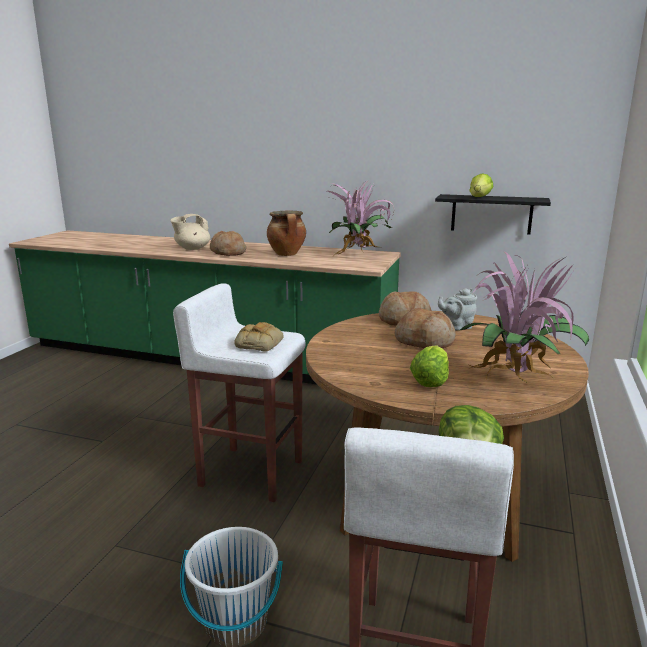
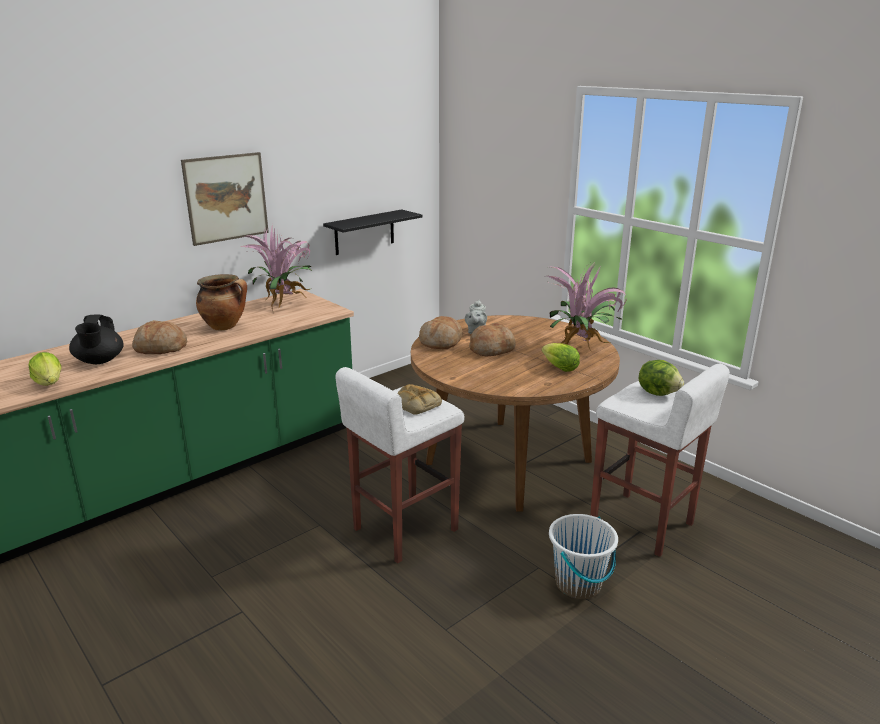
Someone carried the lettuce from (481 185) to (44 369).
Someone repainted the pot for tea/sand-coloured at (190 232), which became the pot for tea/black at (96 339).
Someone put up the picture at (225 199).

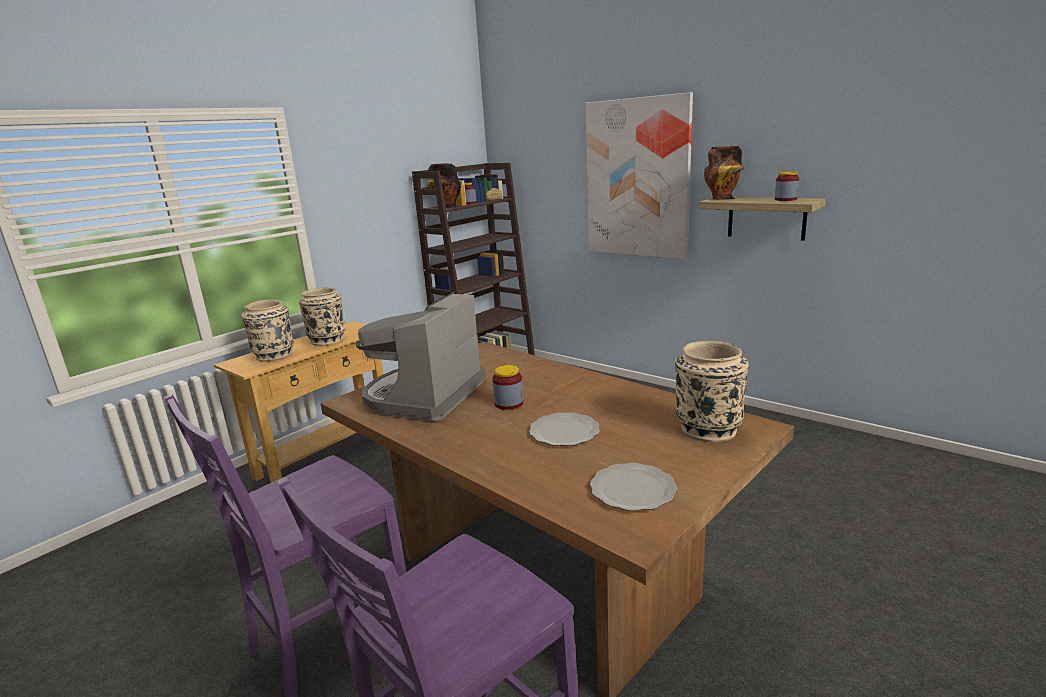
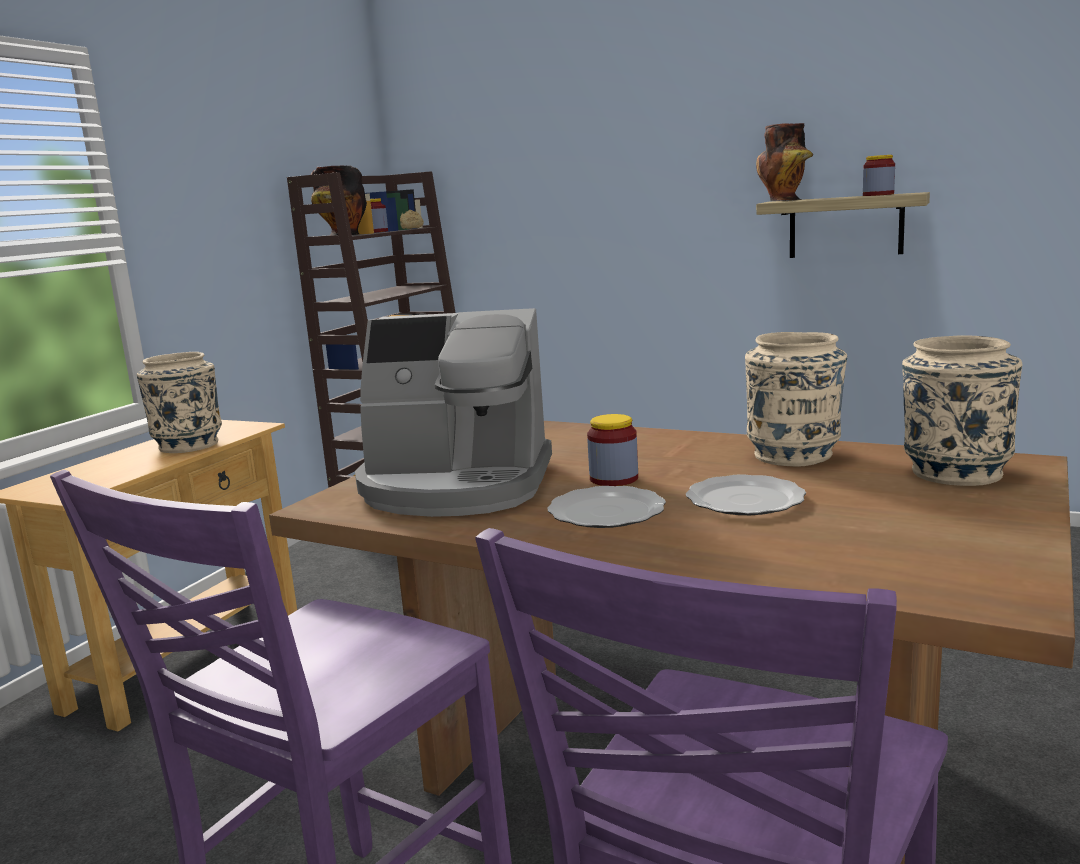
Someone took away the picture at (639 175).
Someone rotated the coffee brewer at (421 357) by 90 degrees counterclockwise.
Someone carried the decorative vase/sand-coloured from (267 331) to (796 399).
Someone carried the dinner plate from (633 487) to (607 507).

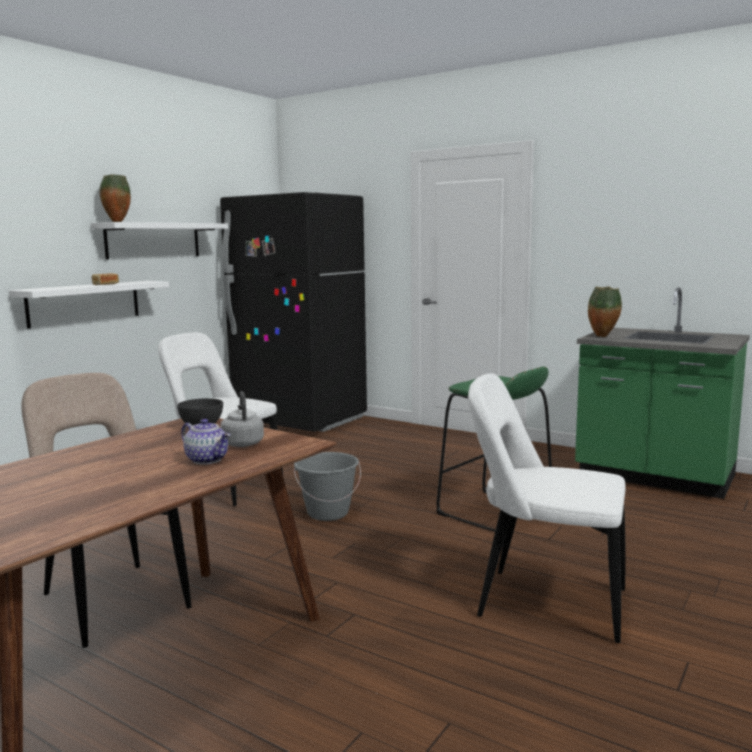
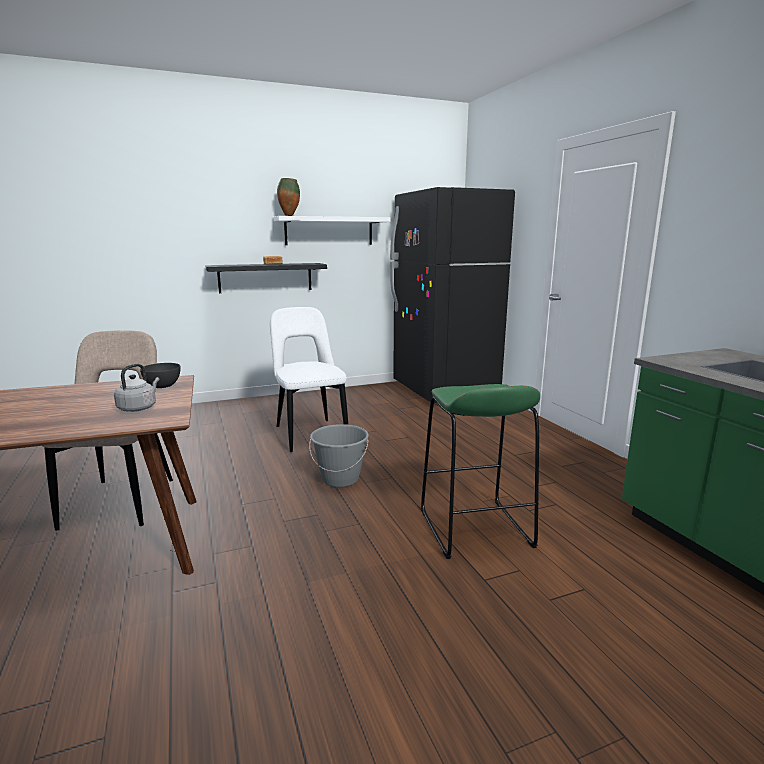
Someone repainted the bracket shelf/white-coloured at (89 305), which became the bracket shelf/black at (266 278).
Someone took away the decorative vase at (605 312).
Someone took away the plain chair/white-coloured at (547 508).
Someone took away the pot for tea at (206 441).

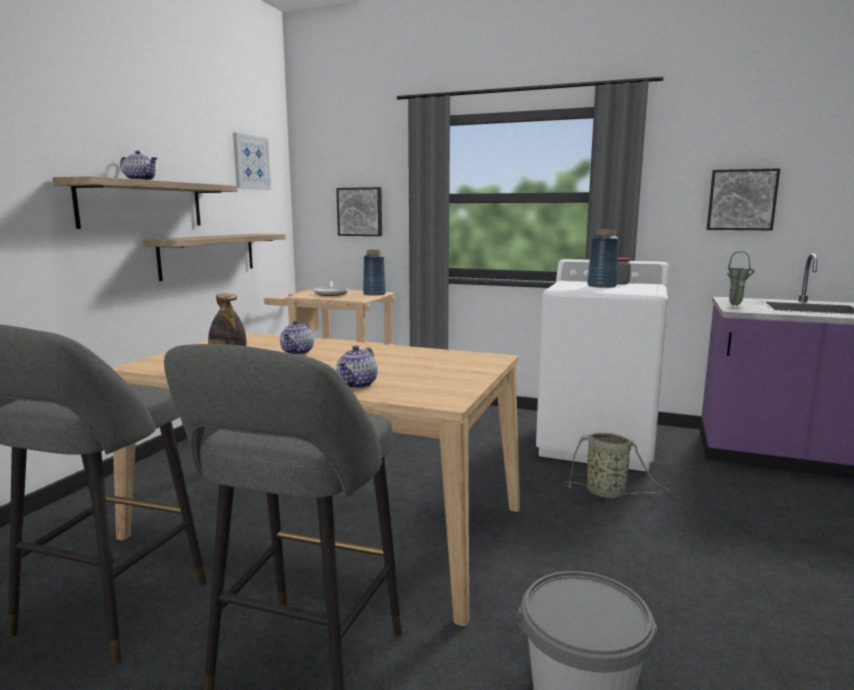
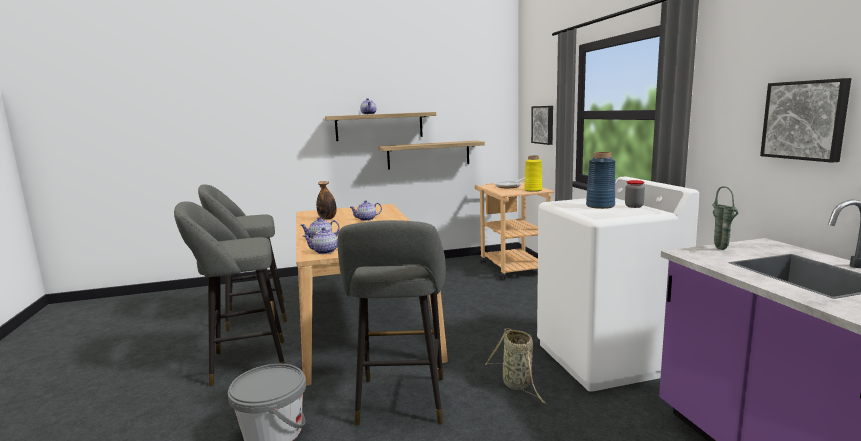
Someone took away the picture at (252 161).
Someone repainted the decorative vase/bluish at (374 272), which became the decorative vase/yellow-coloured at (533 173).
Someone put down the sitting stool/gray at (392 323).
Someone put down the pot for tea at (321 240).

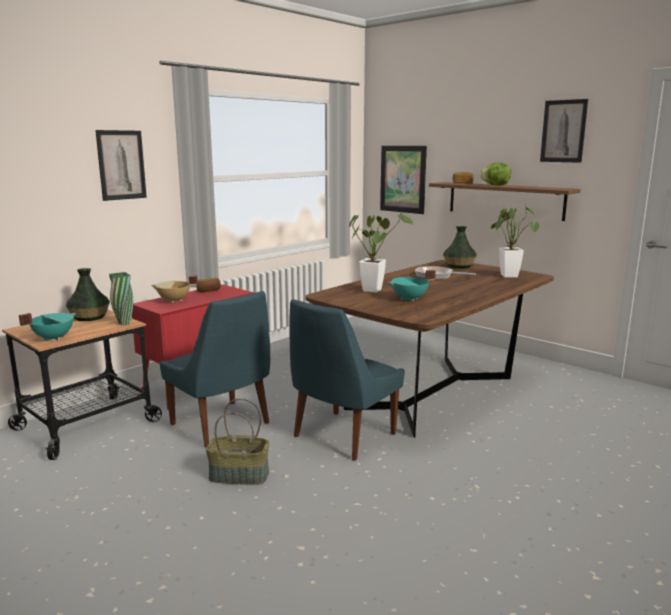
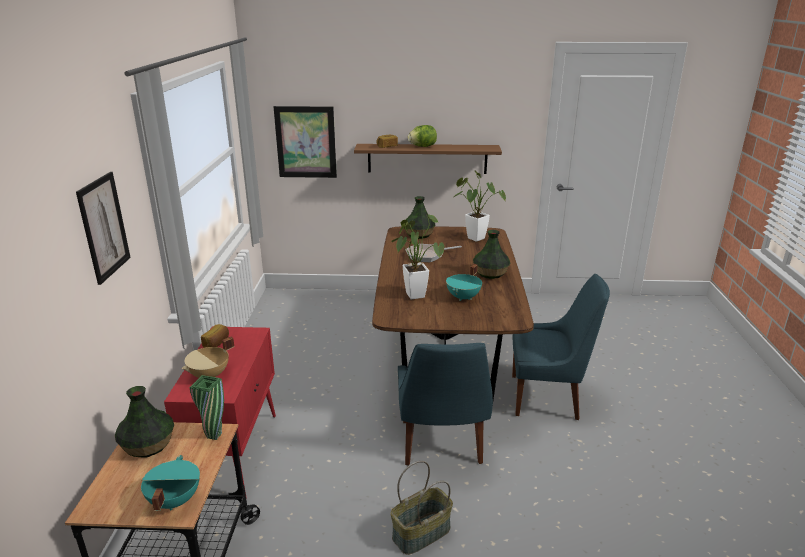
Someone took away the picture at (564 131).
Someone carried the plain chair/bluish from (214 369) to (561 347).
Someone put down the decorative vase at (491 254).

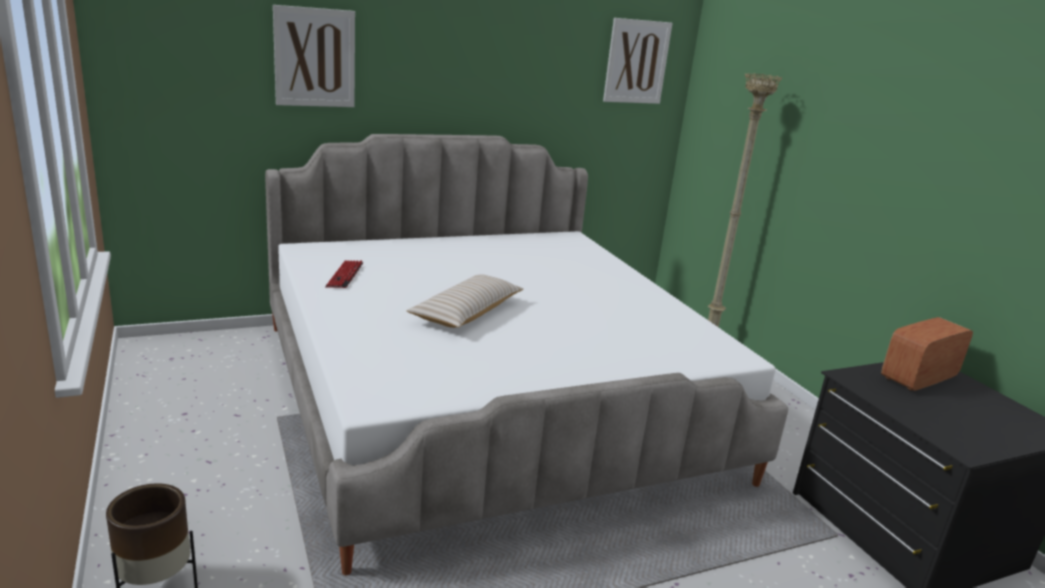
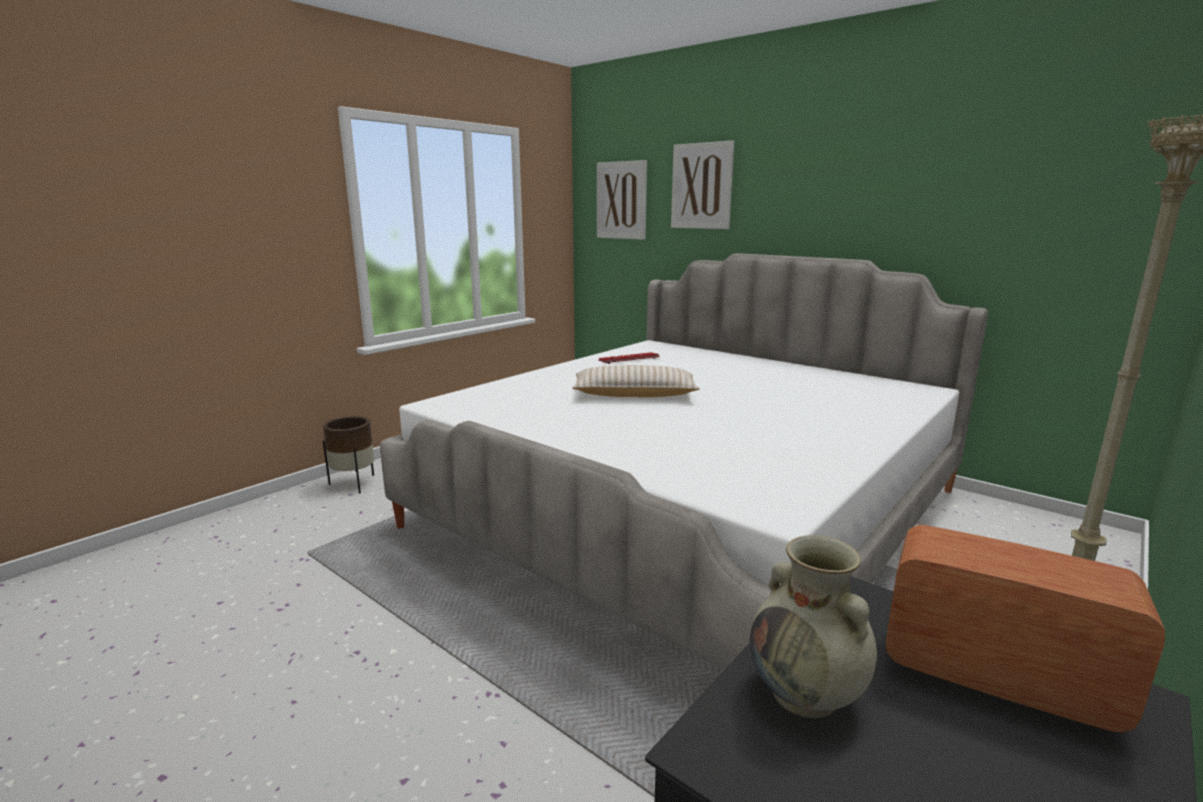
Someone carried the picture from (637 61) to (622 200).
Someone put down the decorative vase/sand-coloured at (813 626).

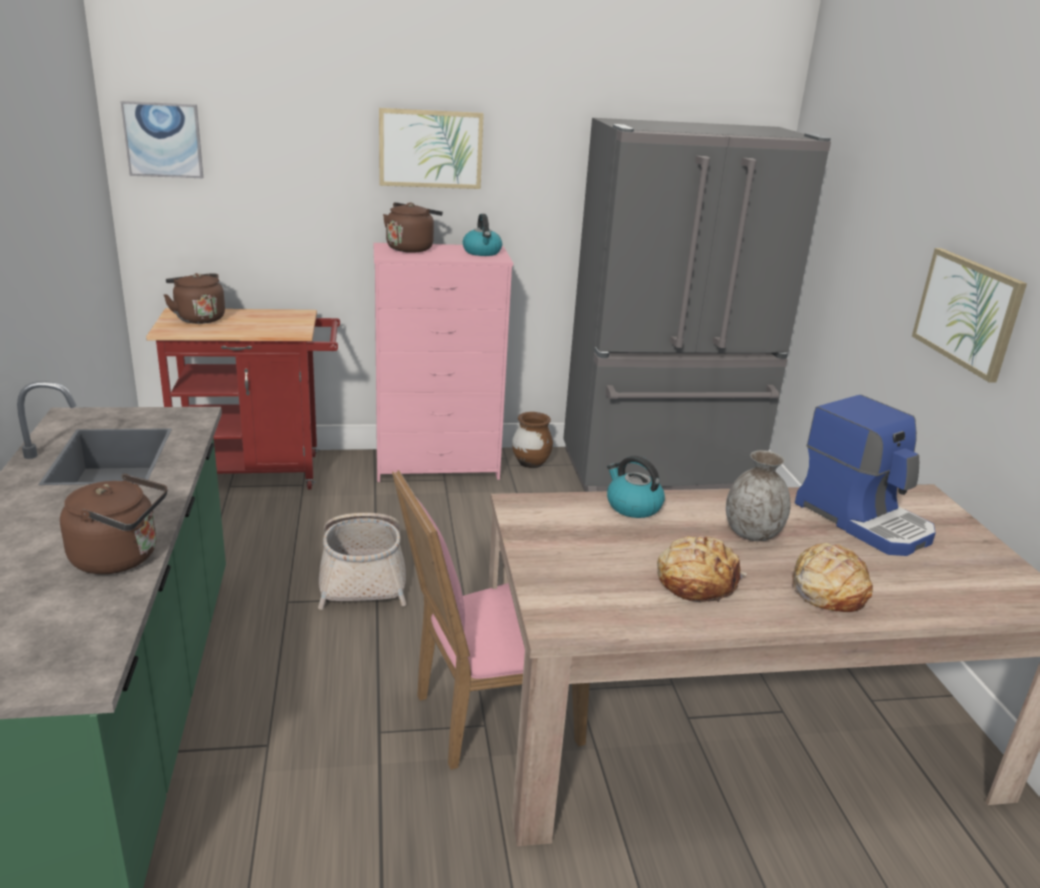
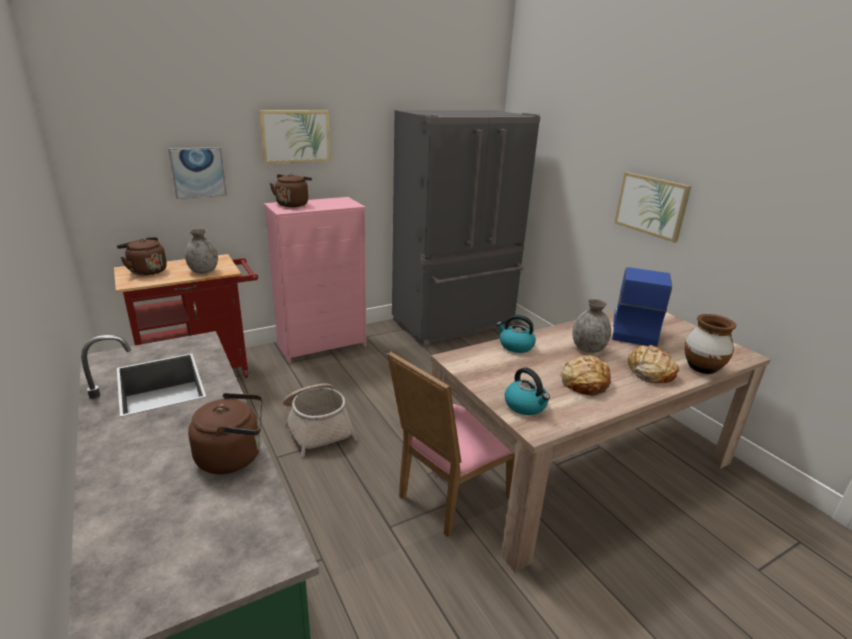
Someone carried the picture from (162 139) to (197 173).
Someone carried the kettle from (482 235) to (527 391).
Someone rotated the coffee brewer at (865 475) by 105 degrees counterclockwise.
Someone carried the decorative vase/brown from (532 440) to (710 344).
Someone put down the decorative vase/gray at (201 251).

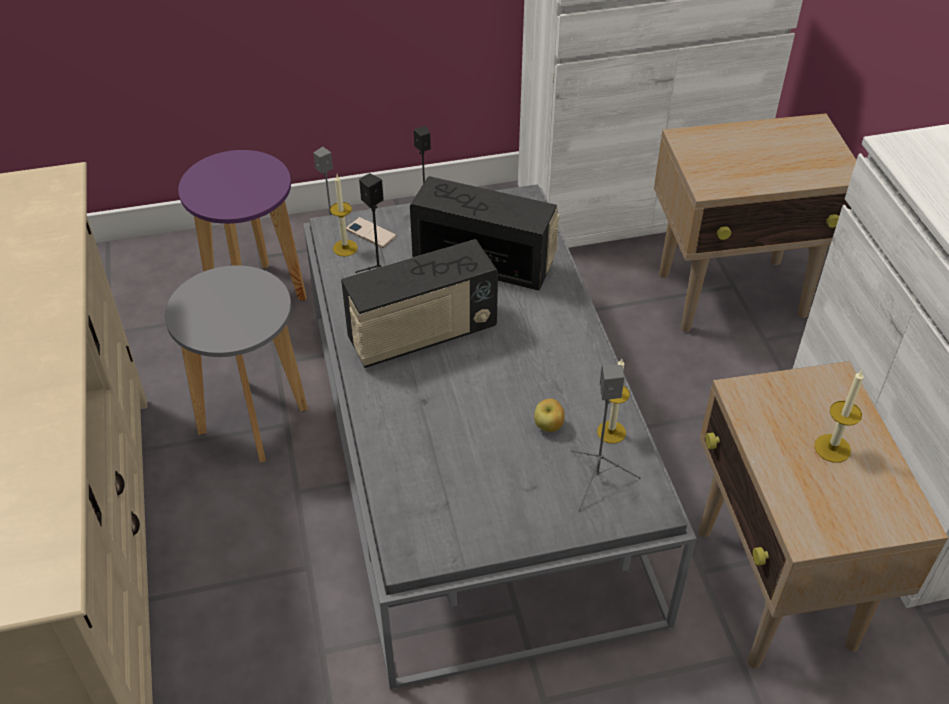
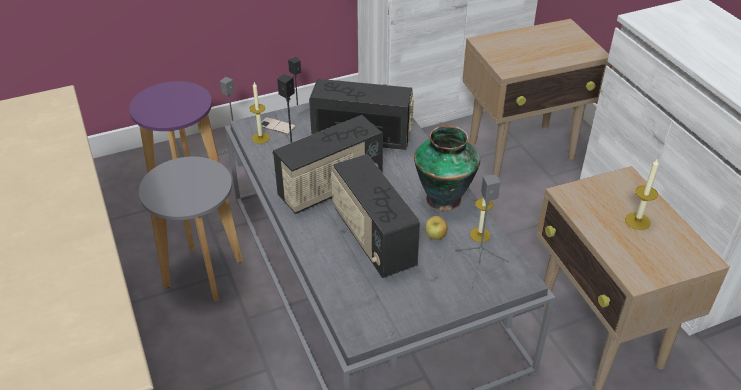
Someone put down the decorative vase at (447 168).
Someone put down the radio set at (375 216).

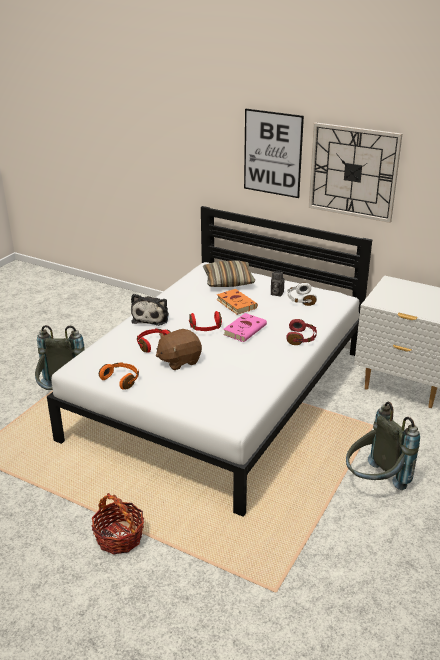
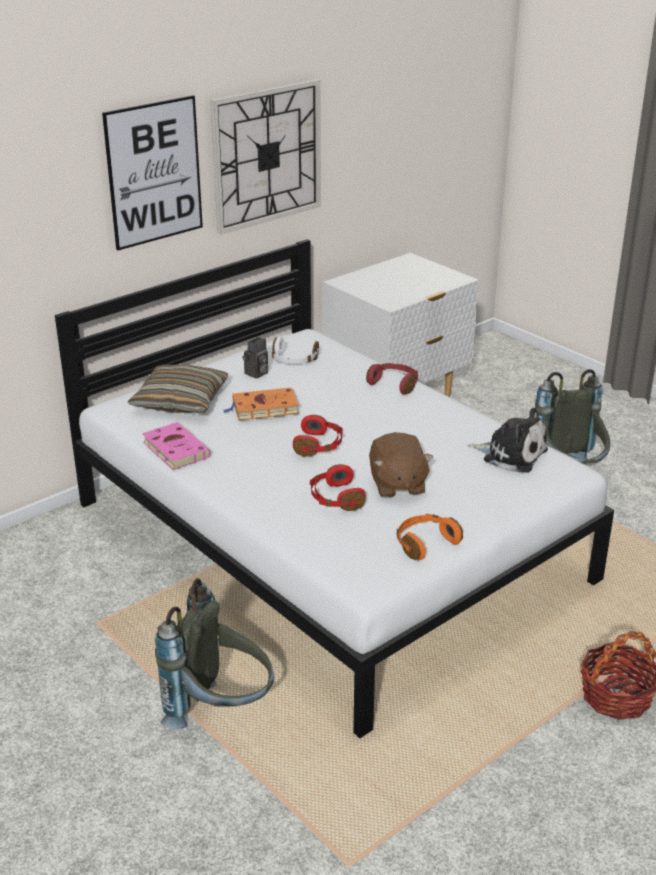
Someone carried the plush toy from (150 310) to (507 440).
Someone carried the bound book/pink-coloured from (245 327) to (176 446).

